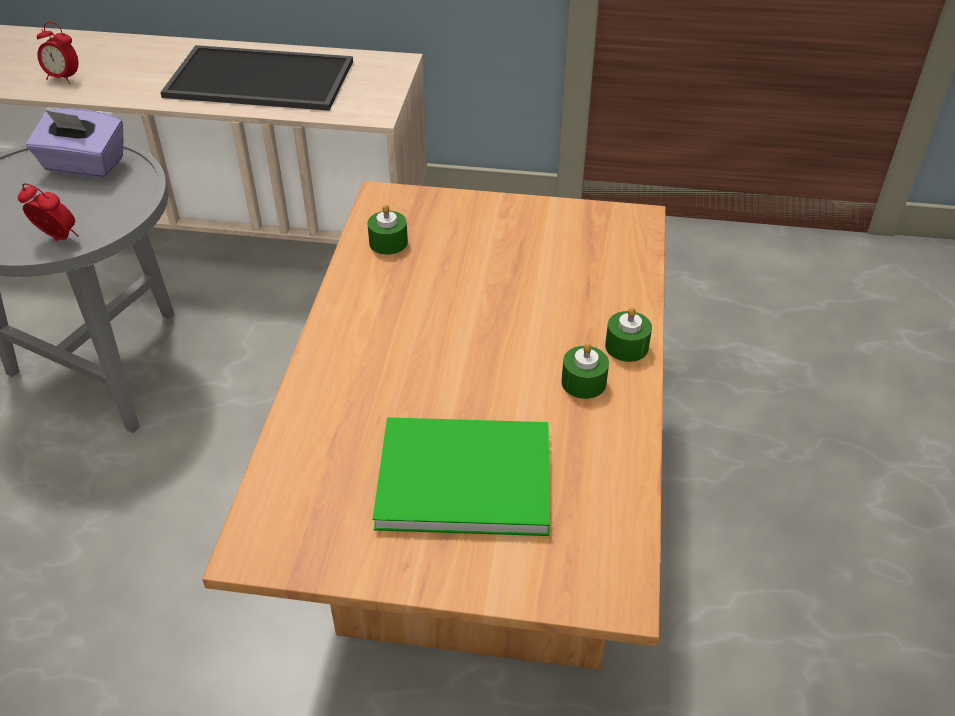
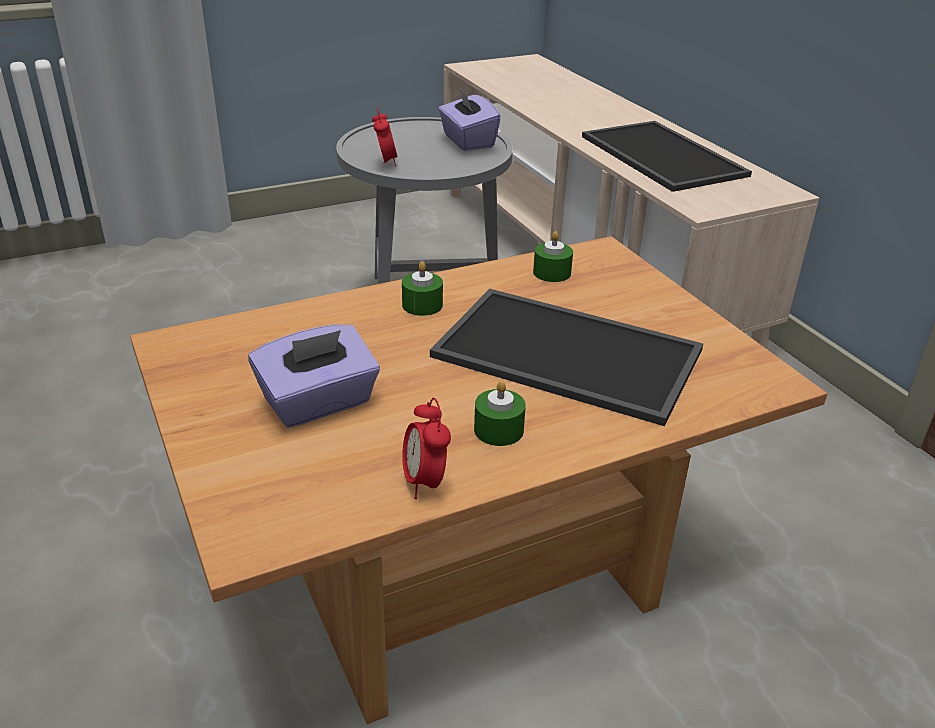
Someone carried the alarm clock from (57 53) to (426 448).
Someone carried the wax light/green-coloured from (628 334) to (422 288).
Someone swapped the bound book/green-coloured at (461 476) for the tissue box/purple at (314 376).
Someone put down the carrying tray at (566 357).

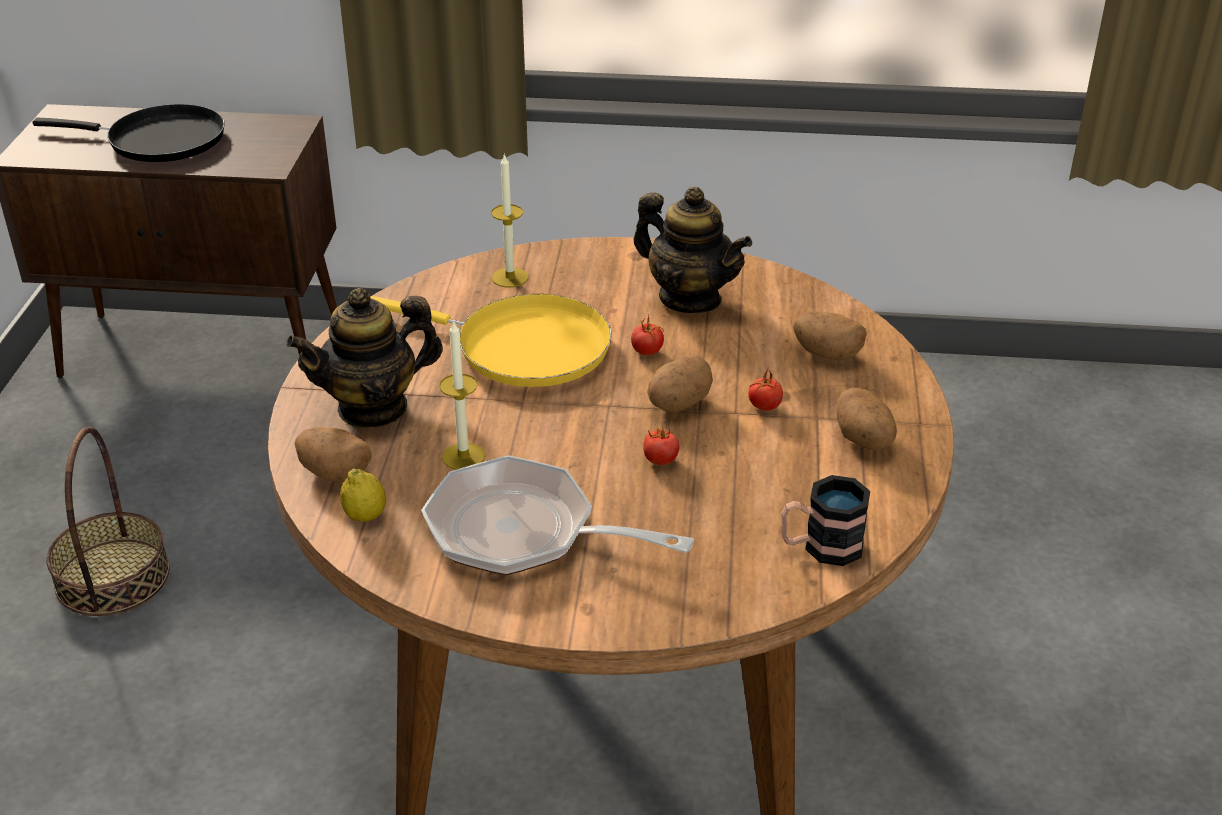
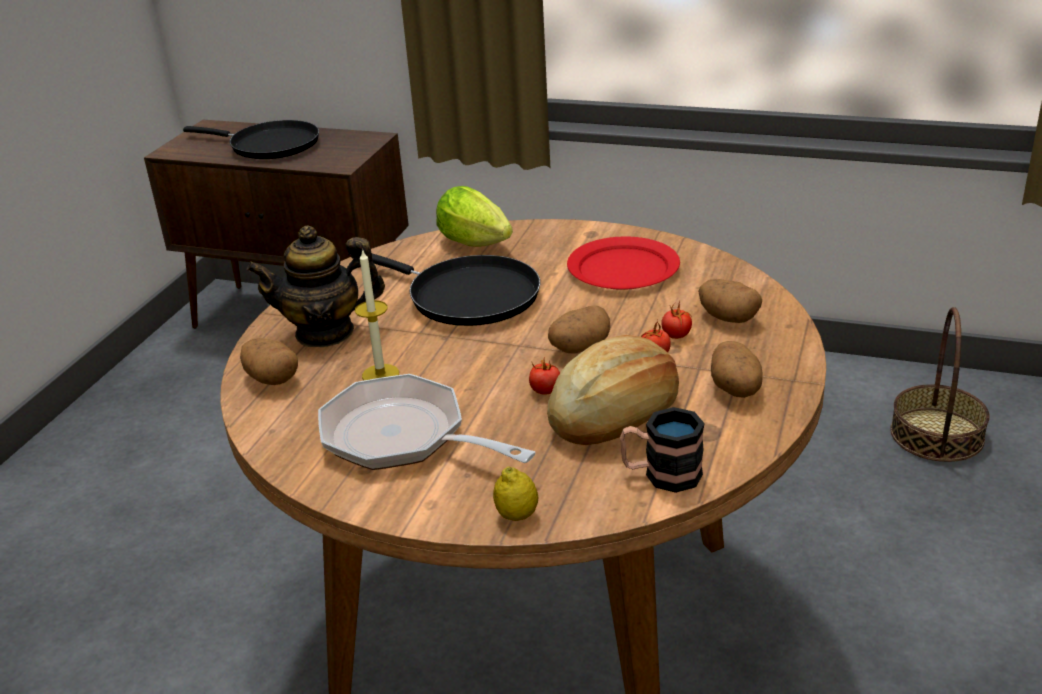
Someone swapped the wax light at (509 220) for the lettuce at (474 216).
Someone swapped the pot for tea at (693 250) for the dinner plate/red-coloured at (623 263).
Someone repainted the pan/yellow-coloured at (491 340), which became the pan/black at (445 289).
Someone carried the fresh tomato from (647 335) to (676 319).
Someone carried the basket from (108 521) to (940 384).
Someone carried the citrus fruit from (363 495) to (515 494).
Someone put down the baked bread at (613 390).

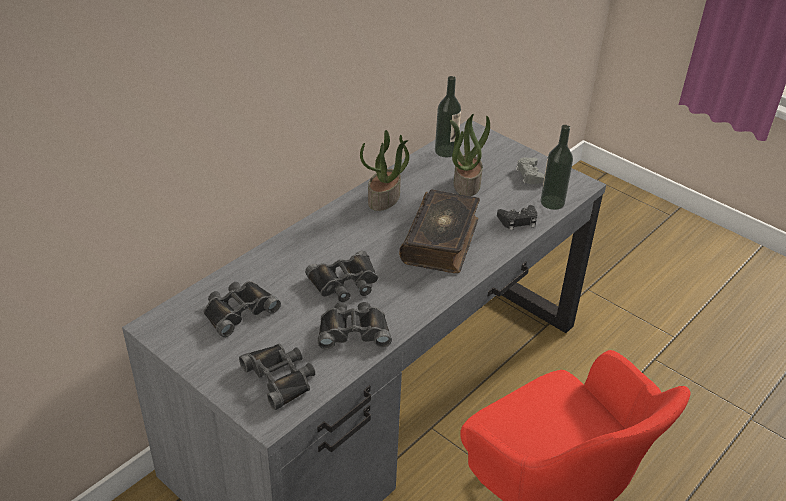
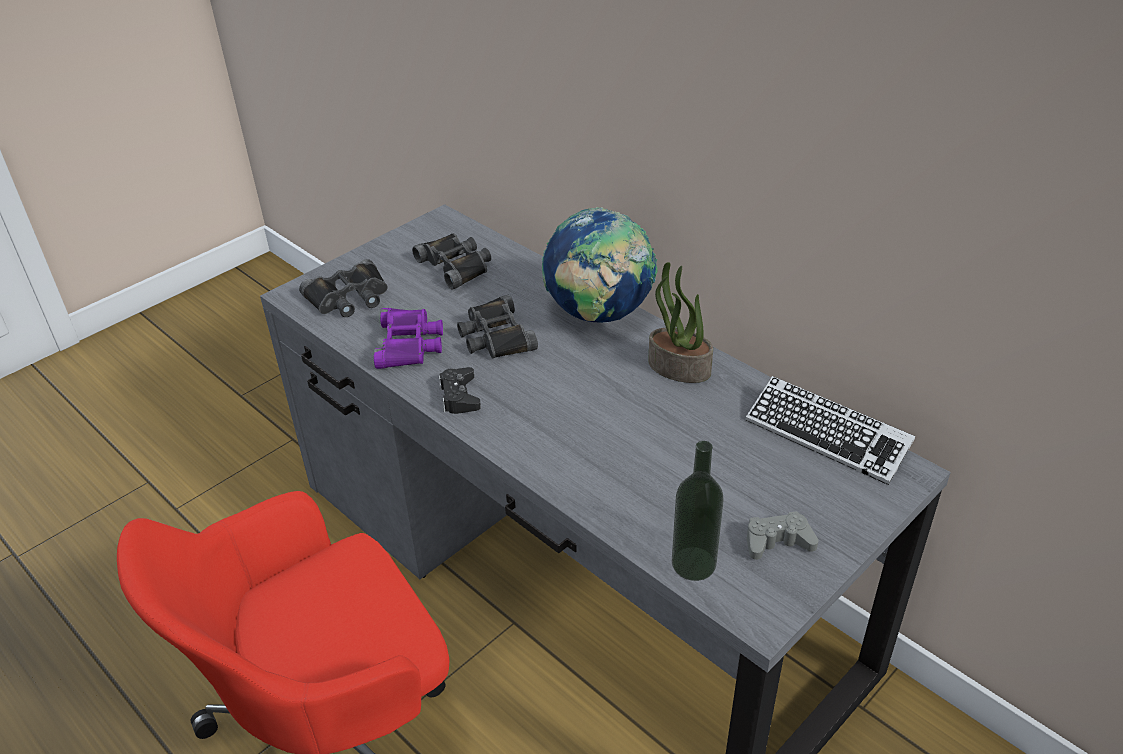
Someone swapped the beverage bottle at (448 116) for the computer keyboard at (830 430).
Someone took away the potted plant at (470 155).
Someone took away the bound book at (439 231).
Someone carried the game controller/black from (517 217) to (460 390).
Someone repainted the field glasses/black at (354 326), which became the field glasses/purple at (408 338).
Someone put down the desk globe at (600 265).

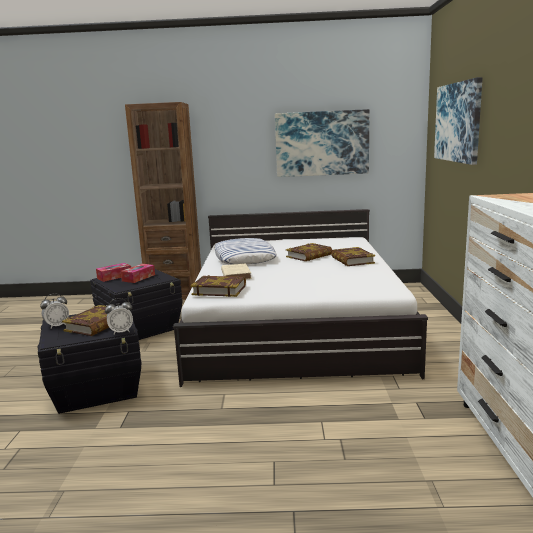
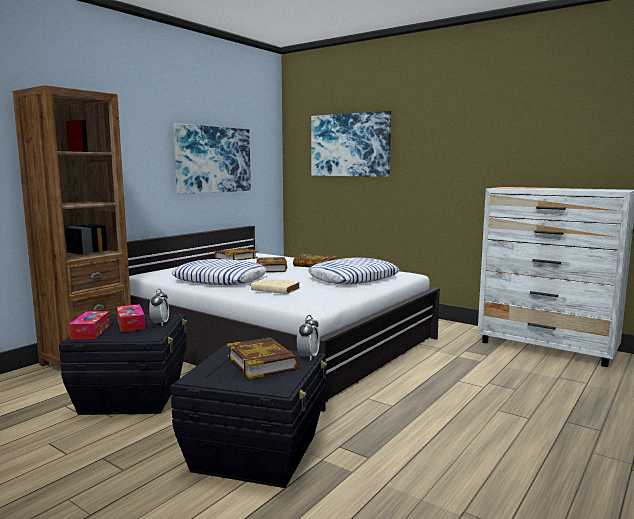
Someone carried the bound book from (218 286) to (236 254).
Someone carried the alarm clock from (54 311) to (159 307).
Someone put down the pillow at (353 271).

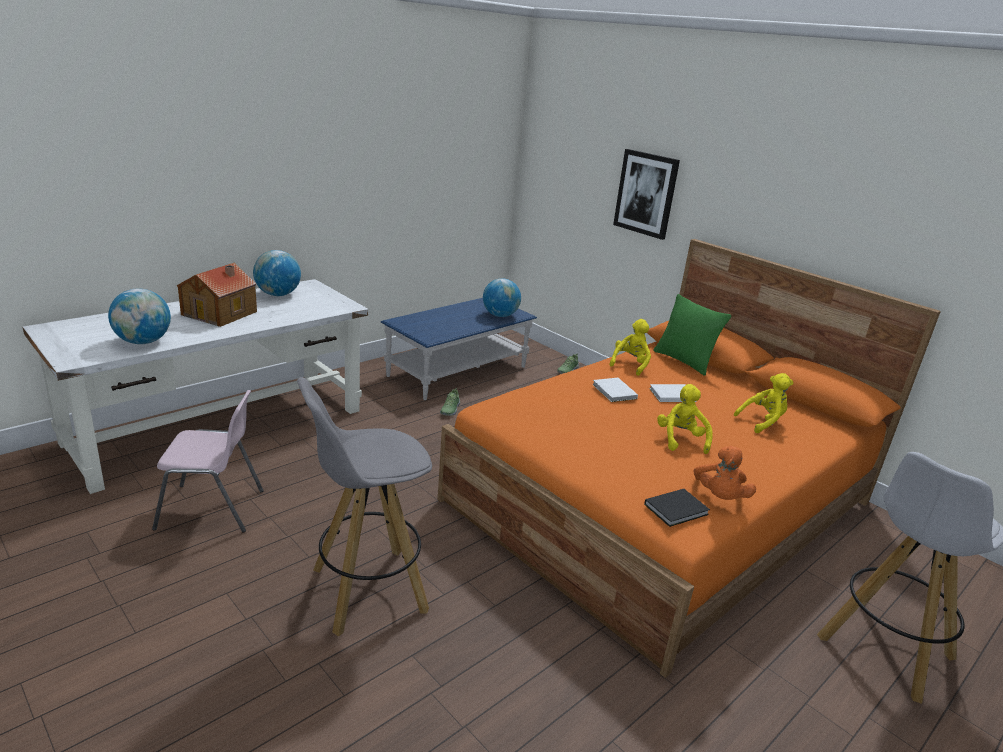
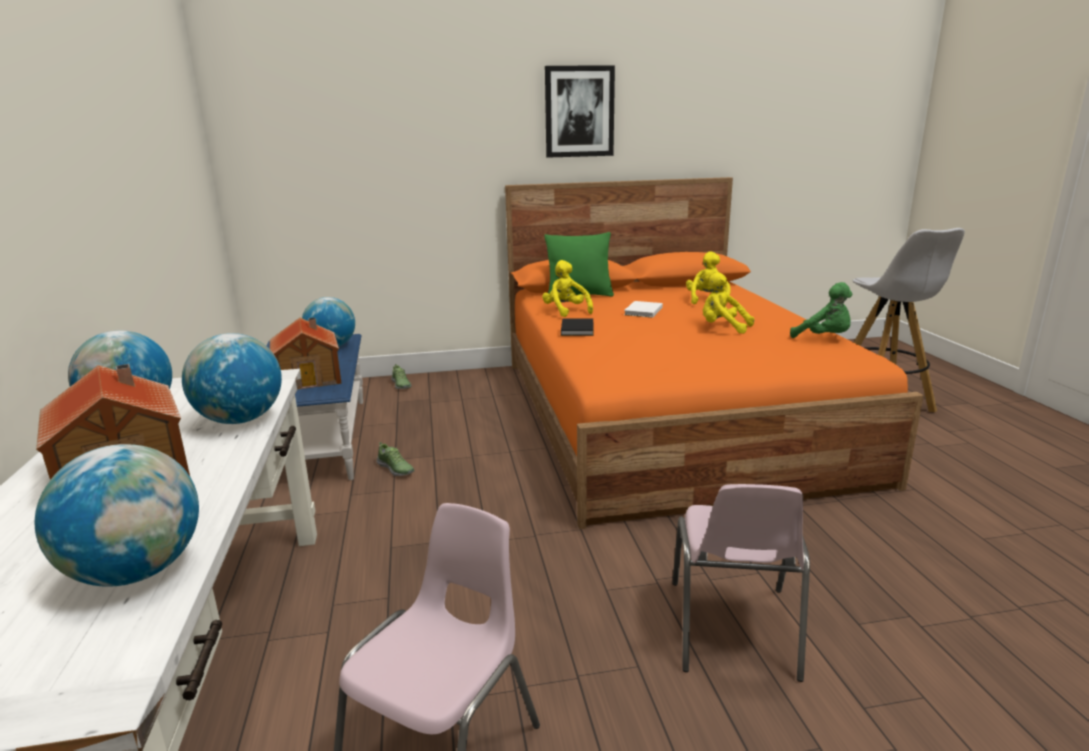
Someone carried the picture from (646 194) to (580 111).
Someone swapped the sitting stool/gray at (364 506) for the plain chair/pink-coloured at (741 583).
Someone took away the bound book/white-coloured at (615 390).
Someone repainted the plush toy/orange at (725 473), which became the plush toy/green-coloured at (821 310).
Someone carried the bound book/black from (677 508) to (577 327).
Someone put down the toy house at (306 354).
Someone put down the desk globe at (232 378).

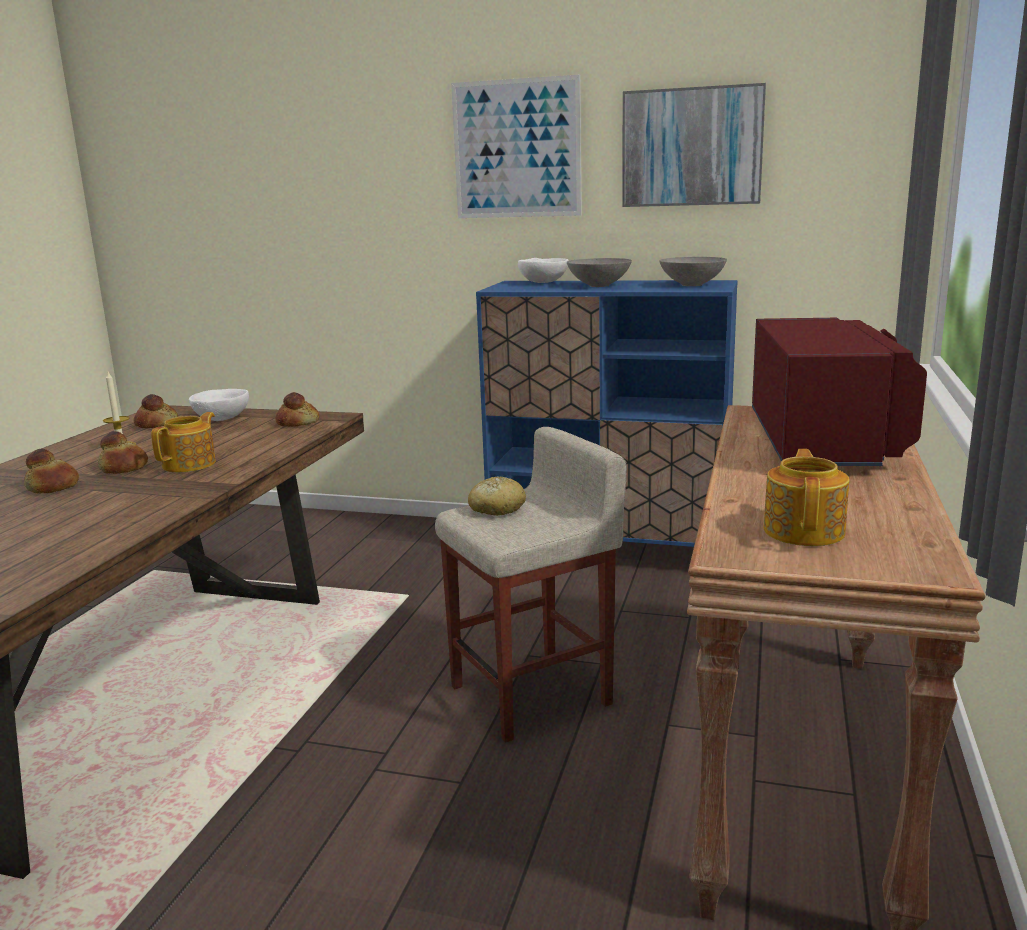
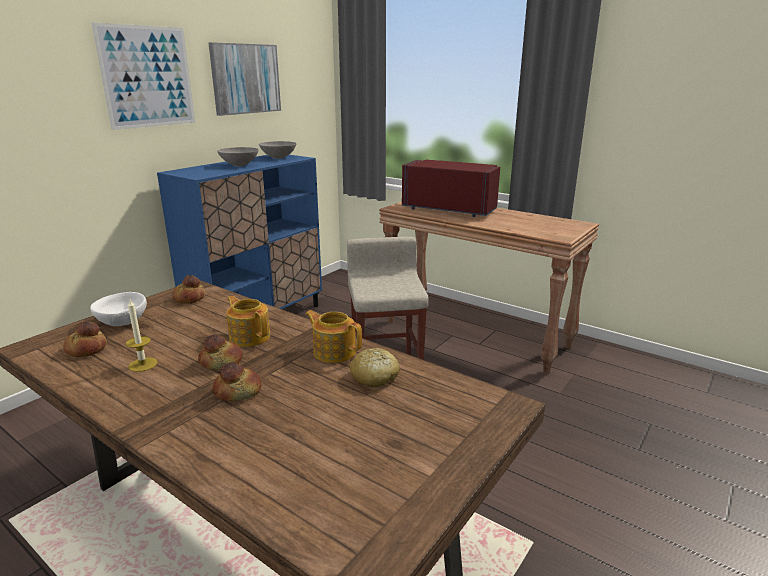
Someone took away the serving bowl/white-coloured at (543 270).
Someone carried the pot for tea from (806 497) to (333 336).
Someone carried the baked bread from (497 496) to (375 367).

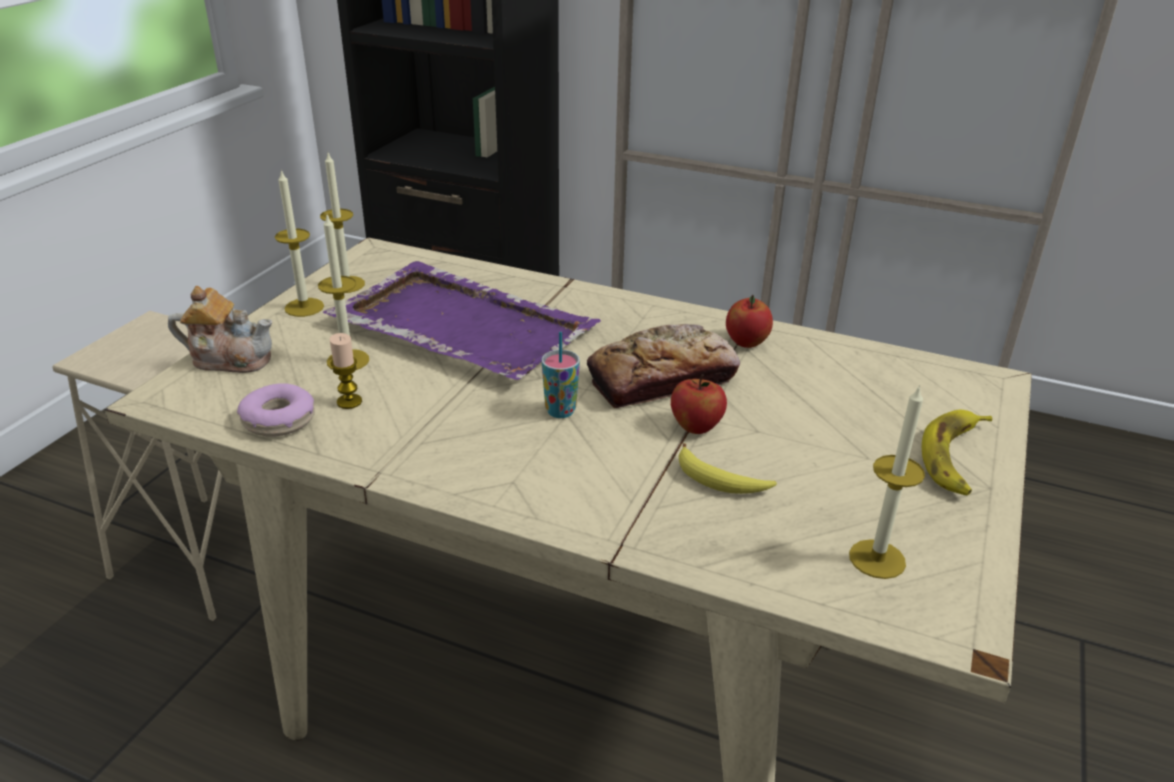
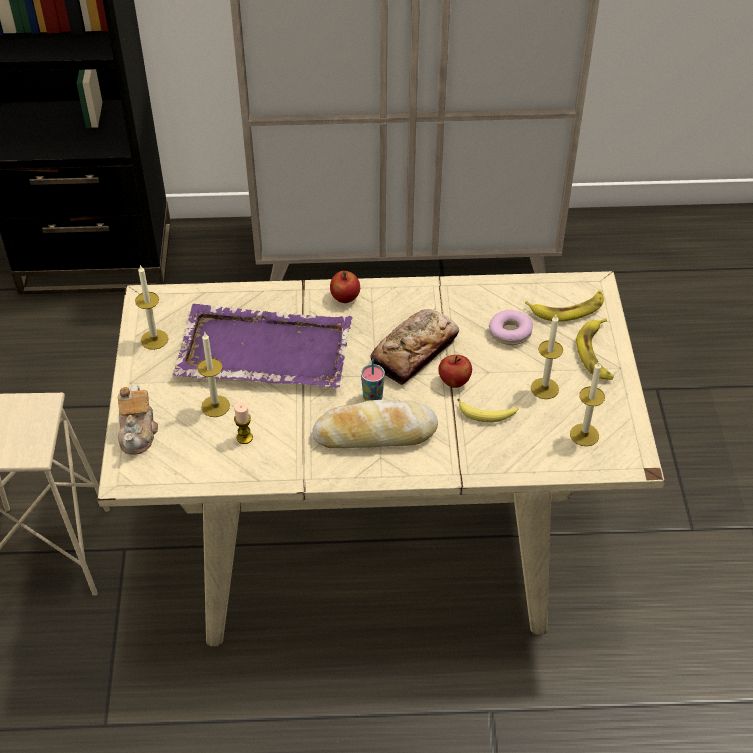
Someone carried the wax light from (299 243) to (547 357).
Someone rotated the pot for tea at (220 329) by 105 degrees clockwise.
Someone carried the whole apple from (749 321) to (345 287).
Someone carried the ring doughnut from (276 410) to (511 327).
Someone put down the whole banana at (564 306).
Someone put down the baked bread at (375 424).

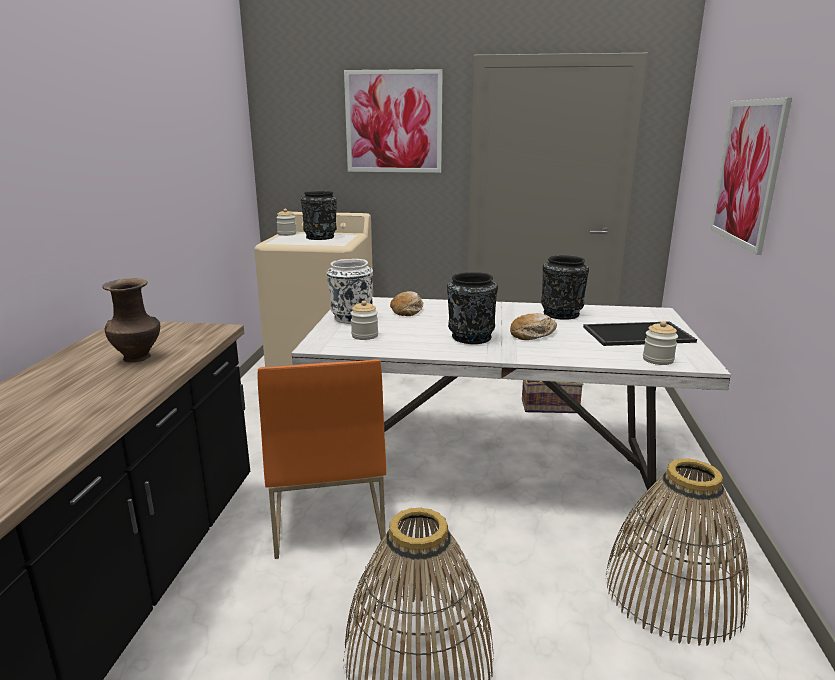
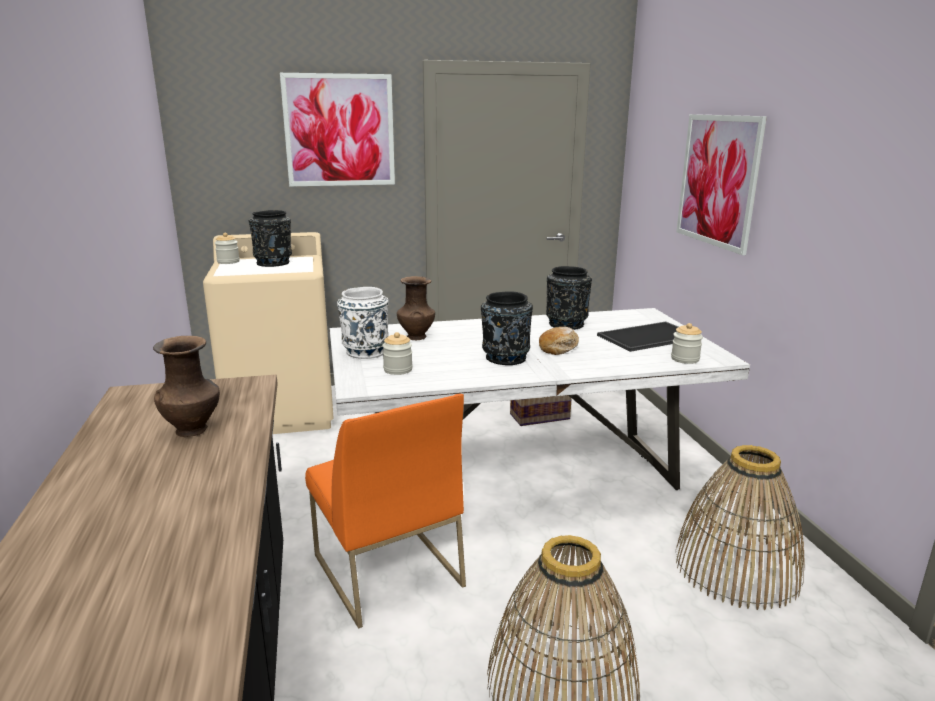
Someone swapped the baked bread at (406 303) for the decorative vase/brown at (416 308).

